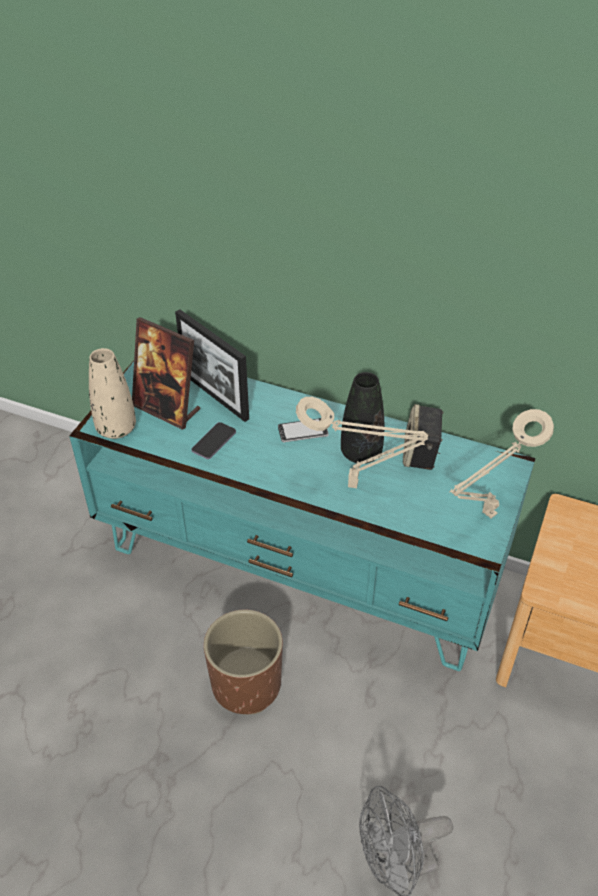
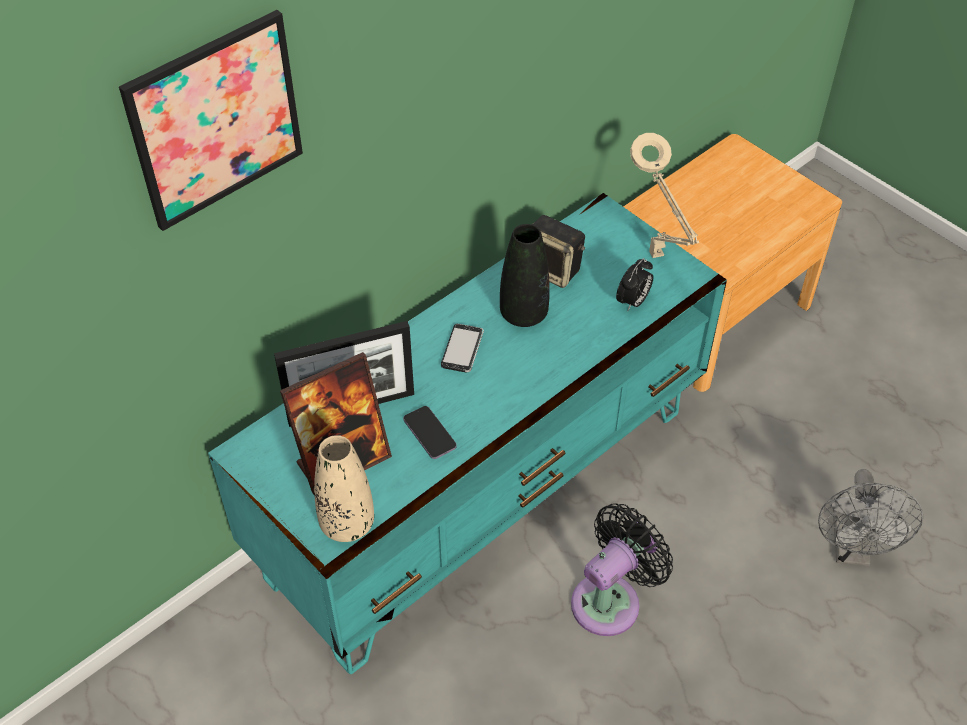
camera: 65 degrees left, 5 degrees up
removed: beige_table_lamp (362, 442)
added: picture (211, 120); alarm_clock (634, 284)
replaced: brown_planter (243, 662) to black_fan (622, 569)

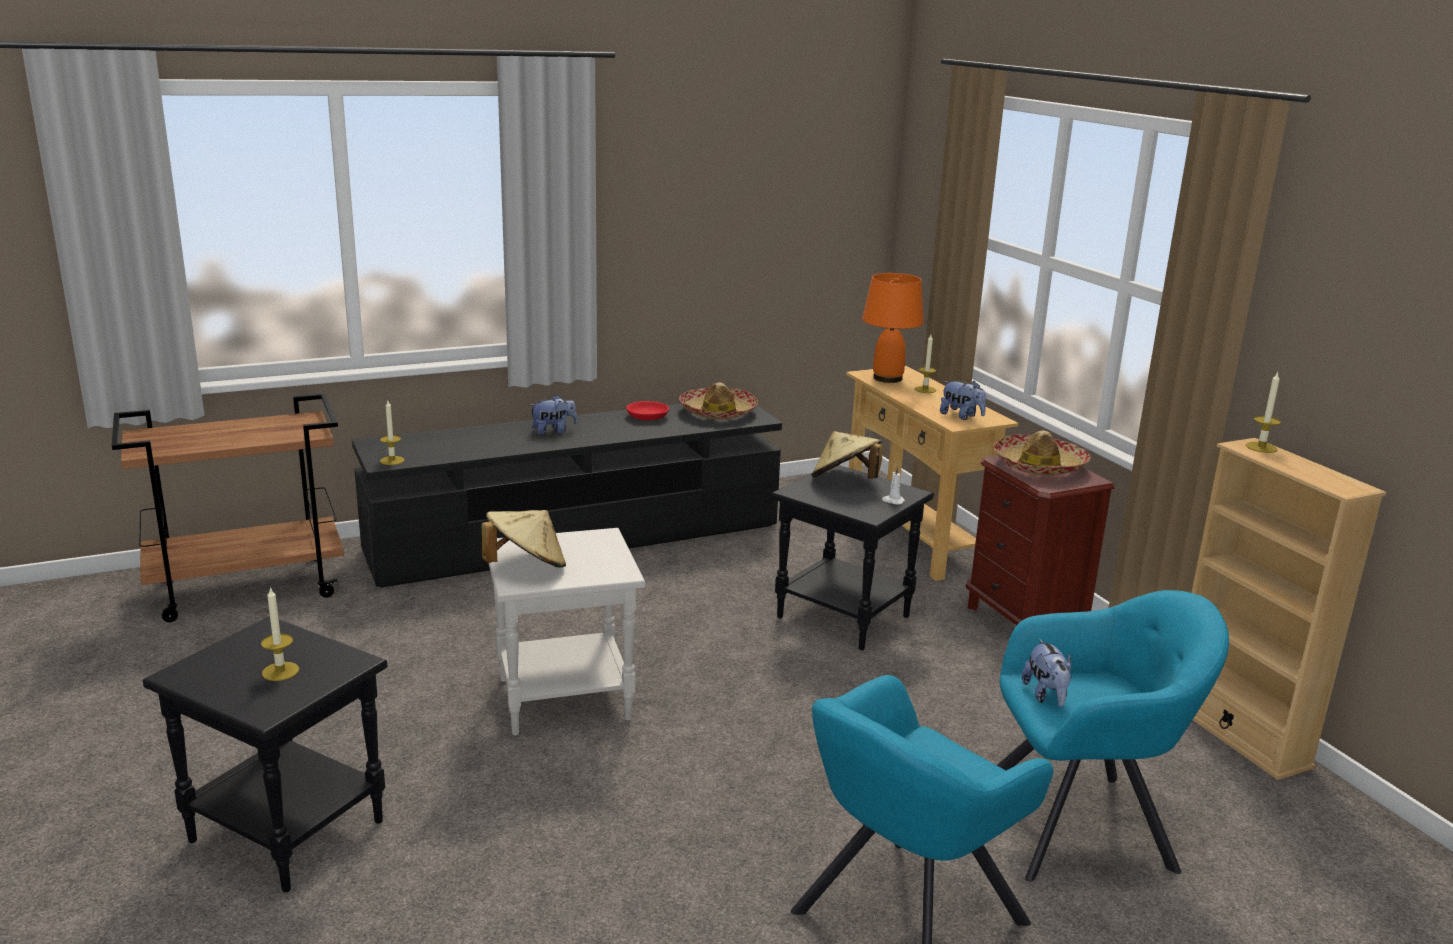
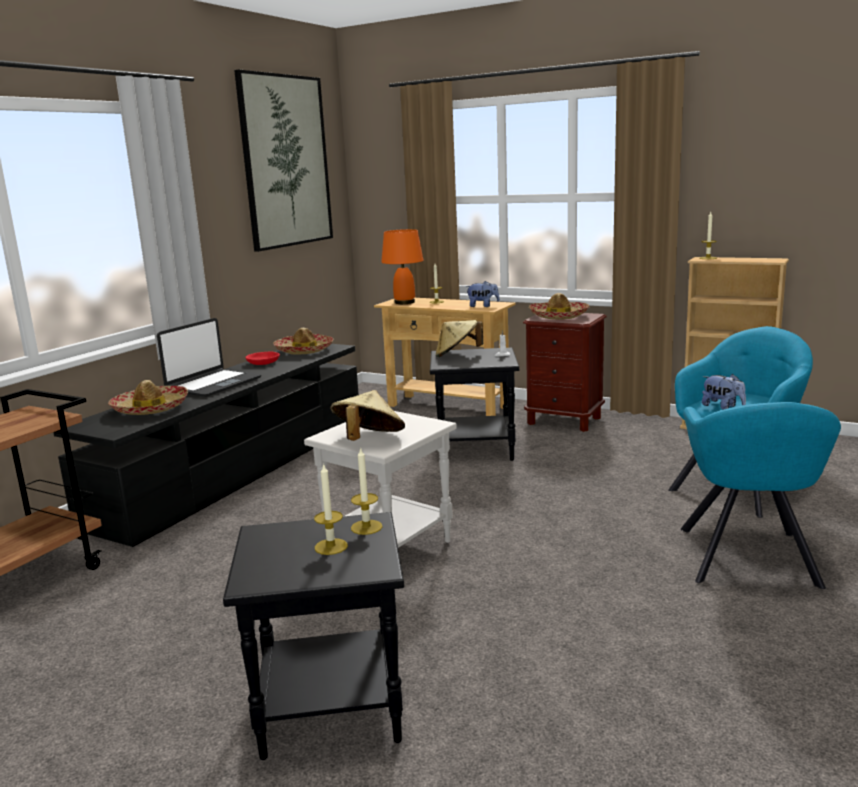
camera: 35 degrees left, 5 degrees down
added: hat (148, 397); picture (283, 160)
moved: candle (392, 433) to (367, 491)
replaced: plush_toy (553, 415) to laptop (209, 357)

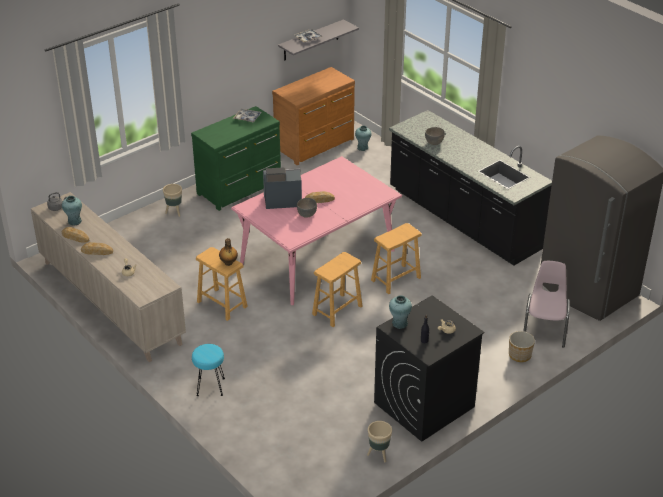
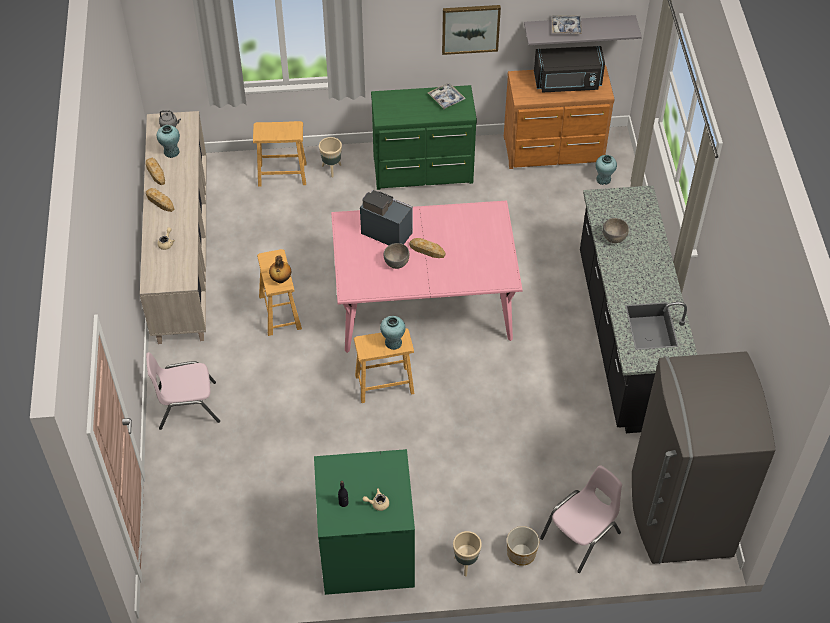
camera: 35 degrees right, 15 degrees up
added: picture (471, 30); black_microwave (569, 69)
moved: beige_planter (379, 441) to (467, 553); brown_stool (396, 258) to (279, 153); turquoise_vase (400, 312) to (392, 333)
replaced: turquoise_stool (208, 370) to pink_chair (183, 391)
recoloured: black_washing_machine (429, 368) to green_washing_machine (364, 522)

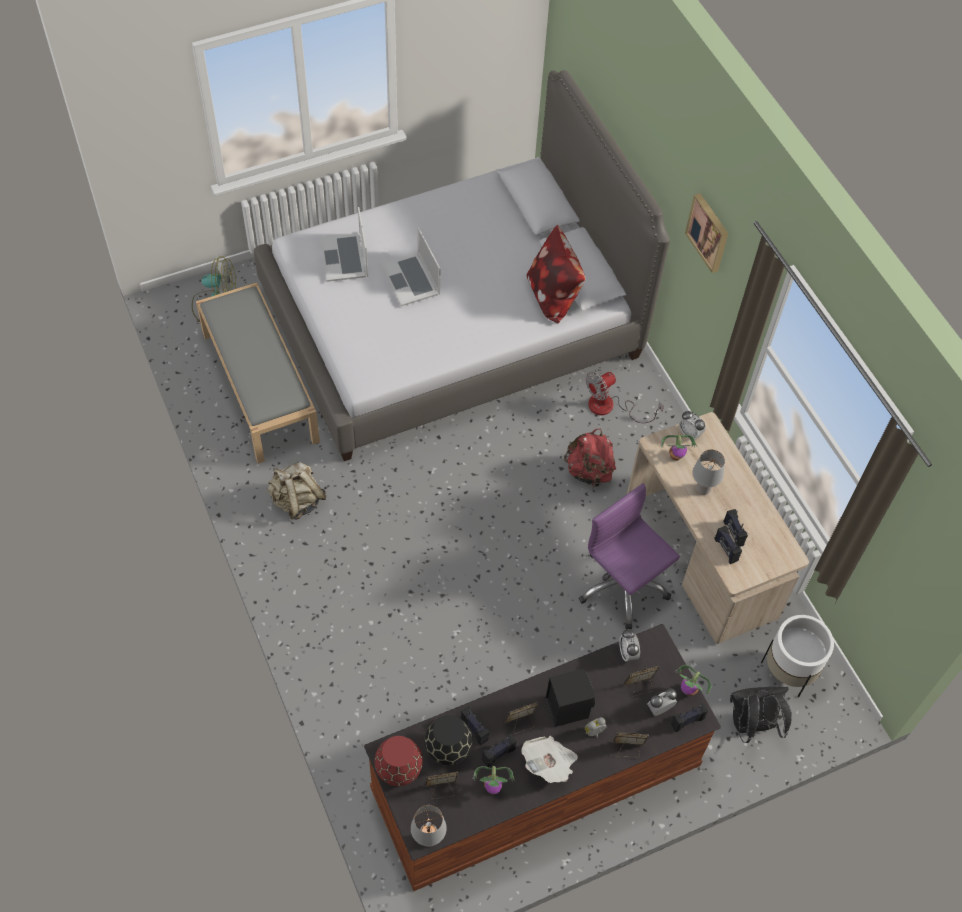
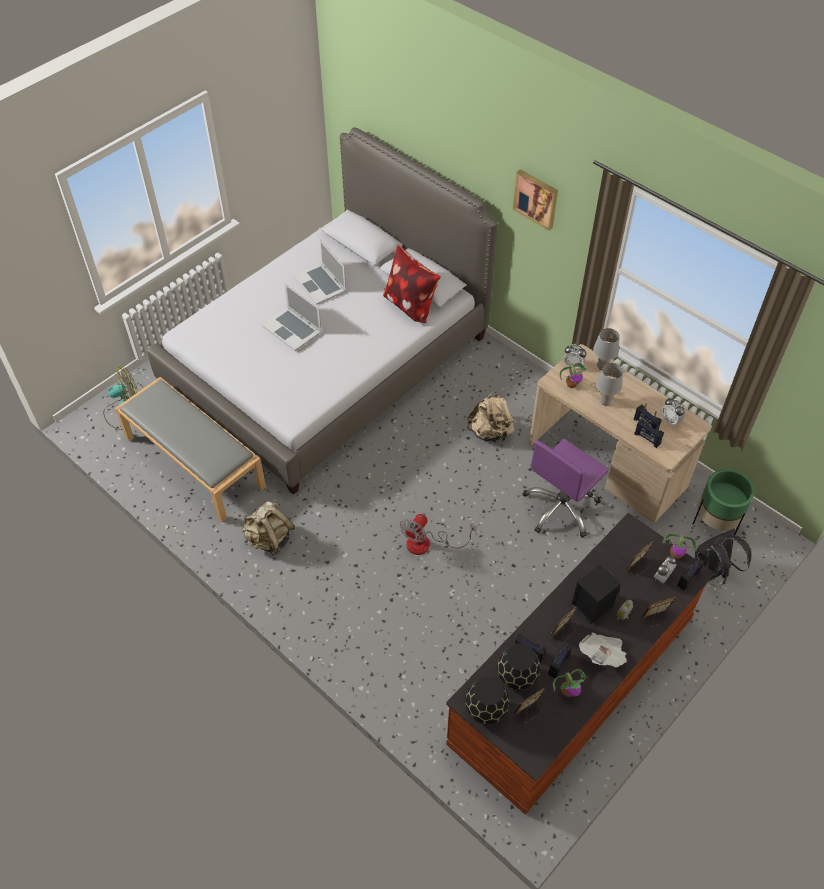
camera: 20 degrees left, 5 degrees down
moved: laptop (344, 244) to (319, 272); grey_table_lamp (429, 826) to (606, 349); fan (625, 397) to (438, 534); alarm_clock (629, 645) to (673, 412)
recoloured: red_vase (398, 761) to black_vase (487, 701); red_backpack (590, 458) to beige_backpack (491, 416); white_planter (797, 656) to green_planter (724, 502)
turned: purple_office_chair (629, 556) = (566, 488) 75 degrees counterclockwise

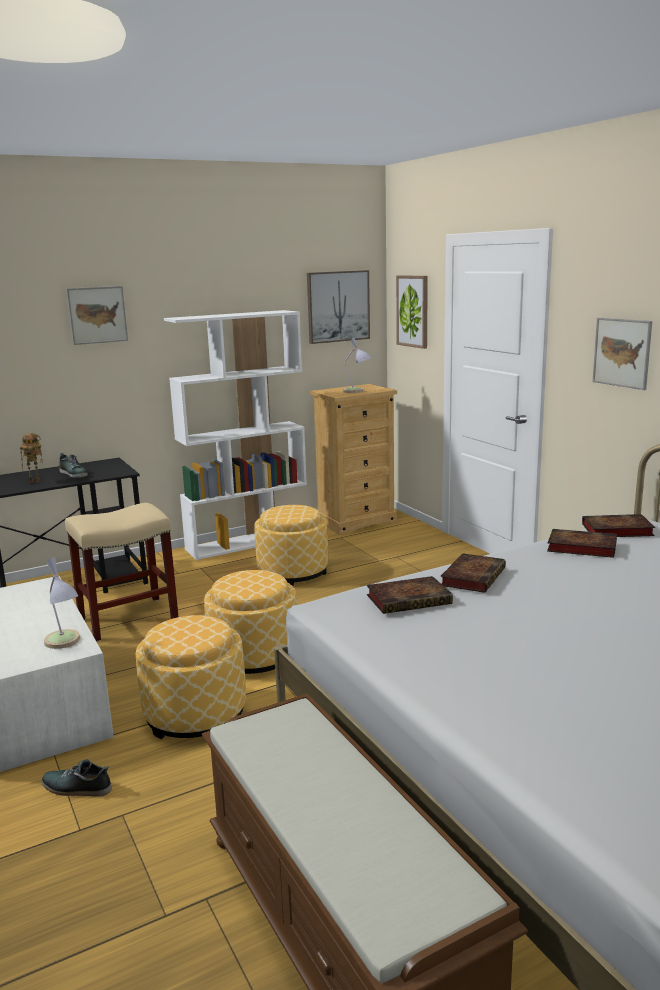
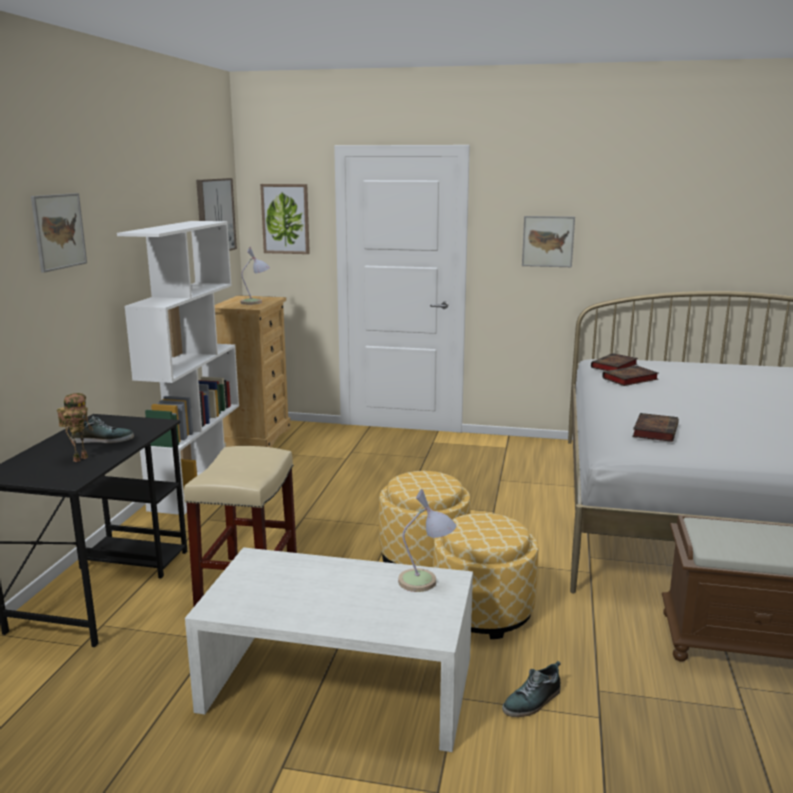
camera: 50 degrees left, 0 degrees up
removed: ottoman (291, 545); book (473, 573)

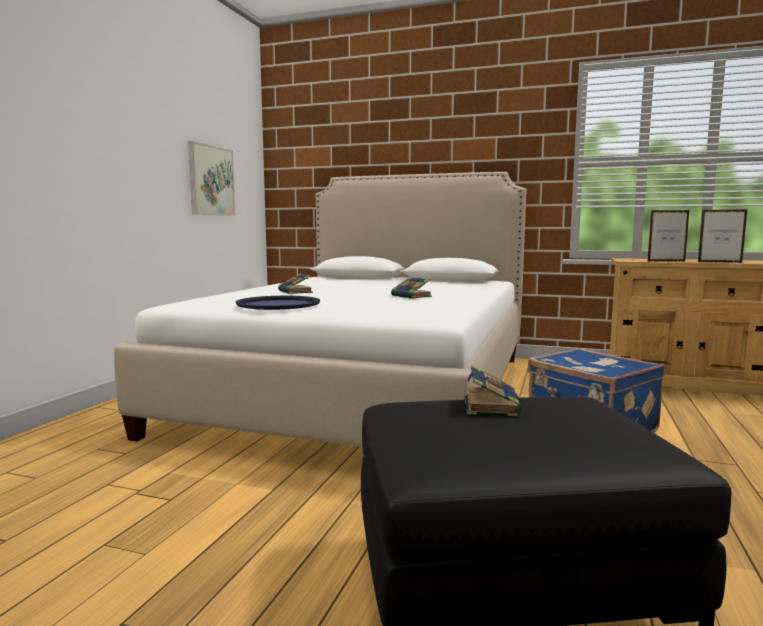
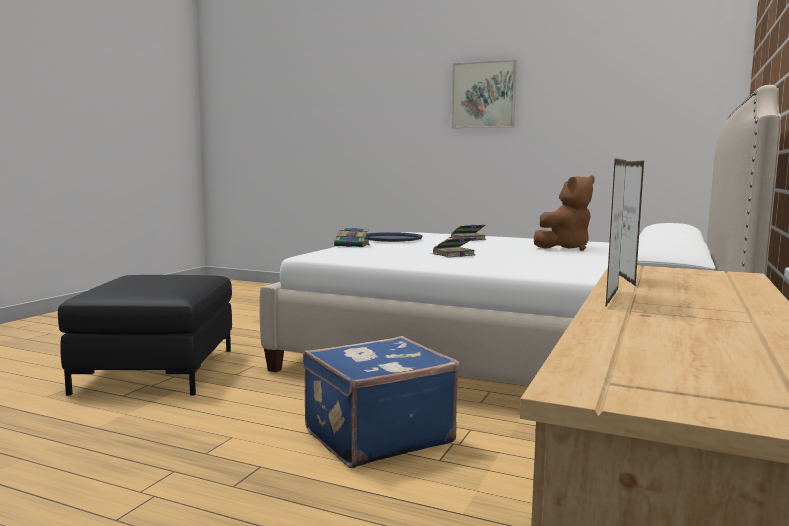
camera: 95 degrees right, 0 degrees up
added: brown_plush_toy (564, 213)
moved: picture (212, 178) to (484, 94); book (493, 390) to (351, 237)

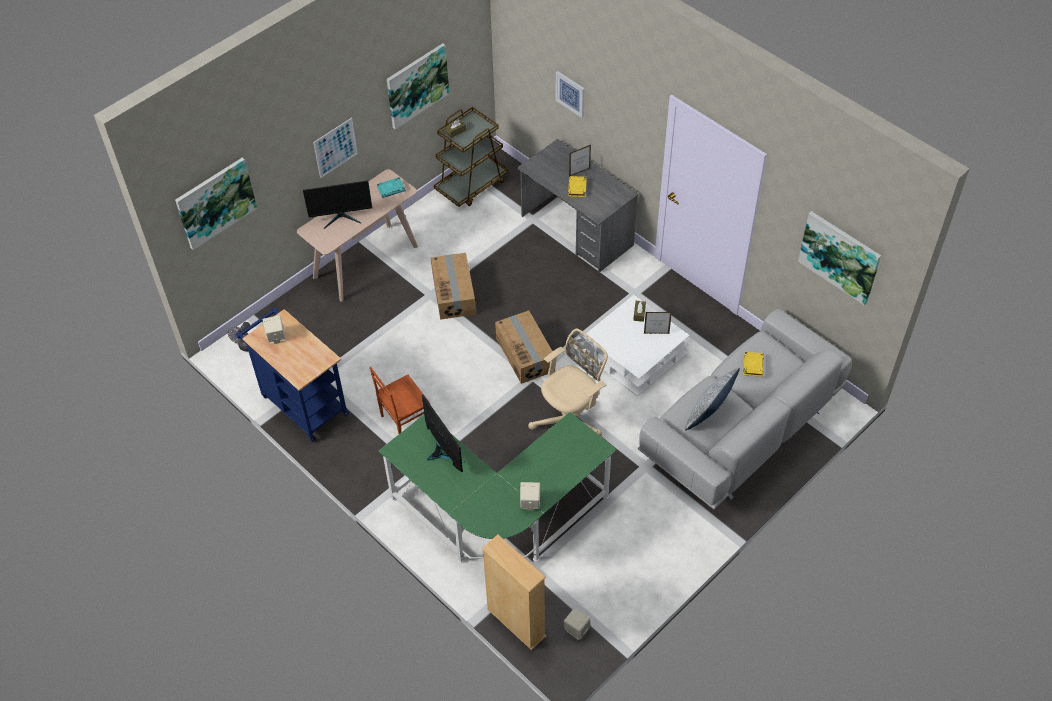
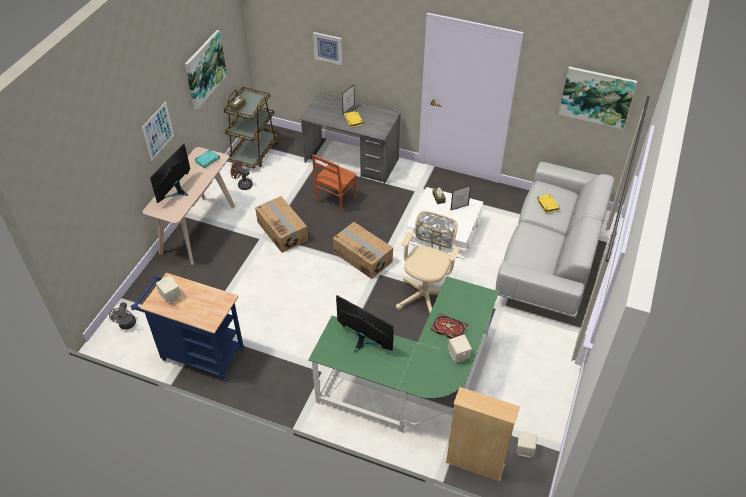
camera: 25 degrees left, 5 degrees down
removed: picture (216, 204); pillow (712, 399)
added: brown_fan (241, 175); book (449, 326)
moved: brown_chair (400, 400) to (334, 183)
turned: monitor (337, 204) = (170, 173) 150 degrees clockwise

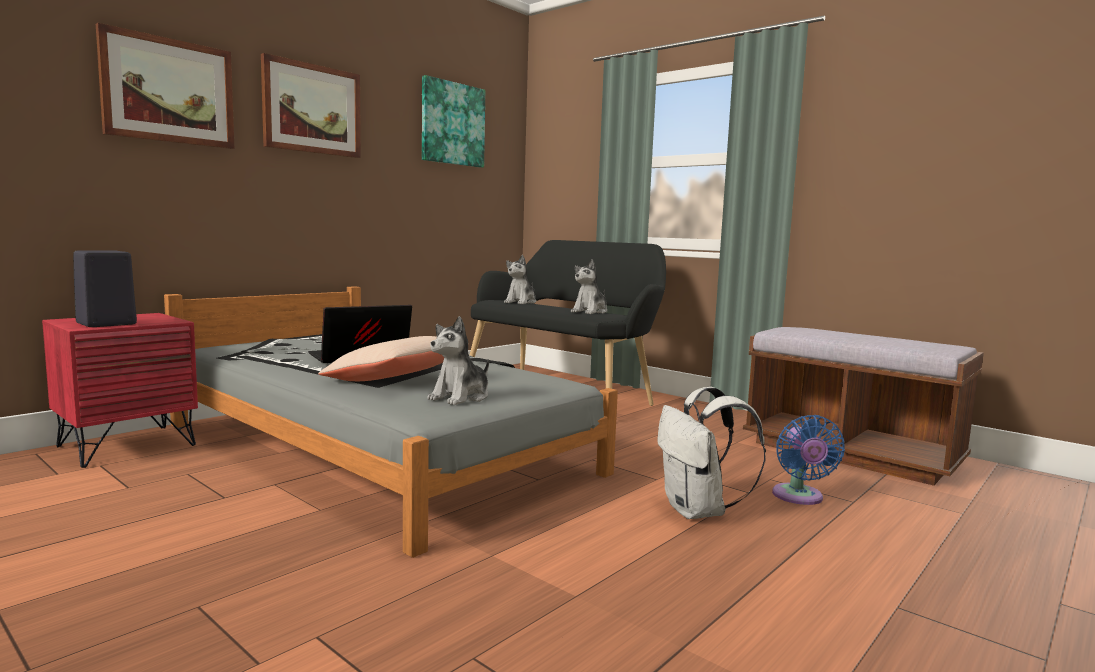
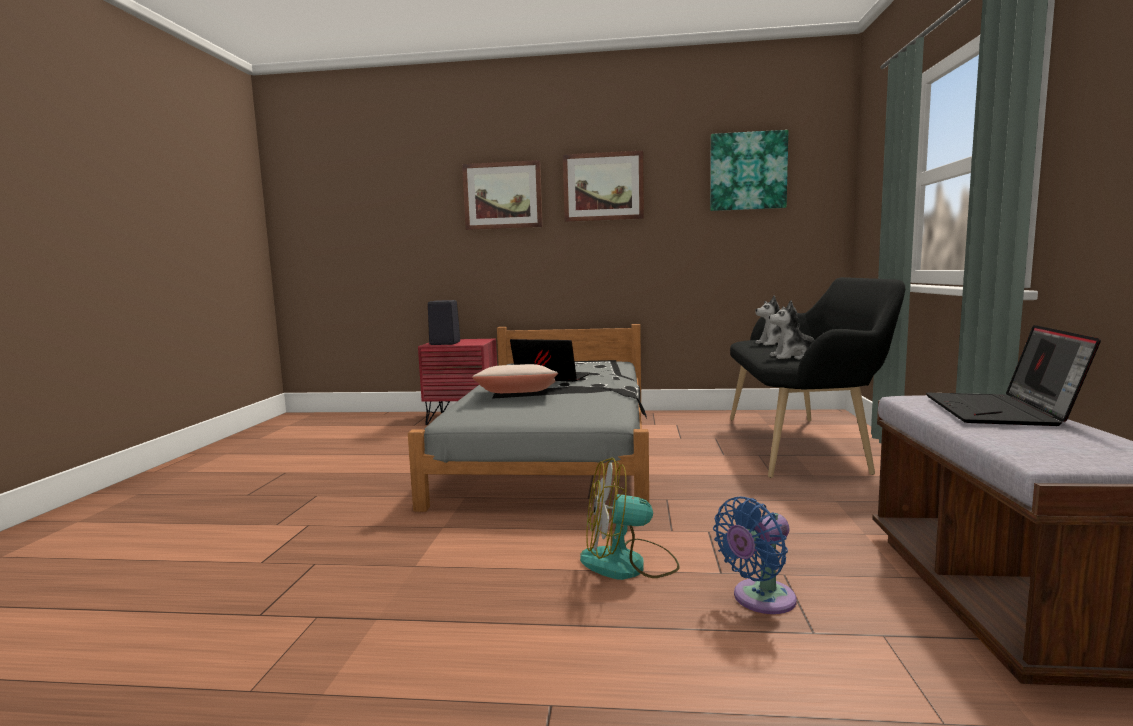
camera: 55 degrees right, 0 degrees up
removed: plush_toy (458, 360)
added: laptop (1013, 375)
replaced: white_backpack (711, 452) to fan (630, 518)

